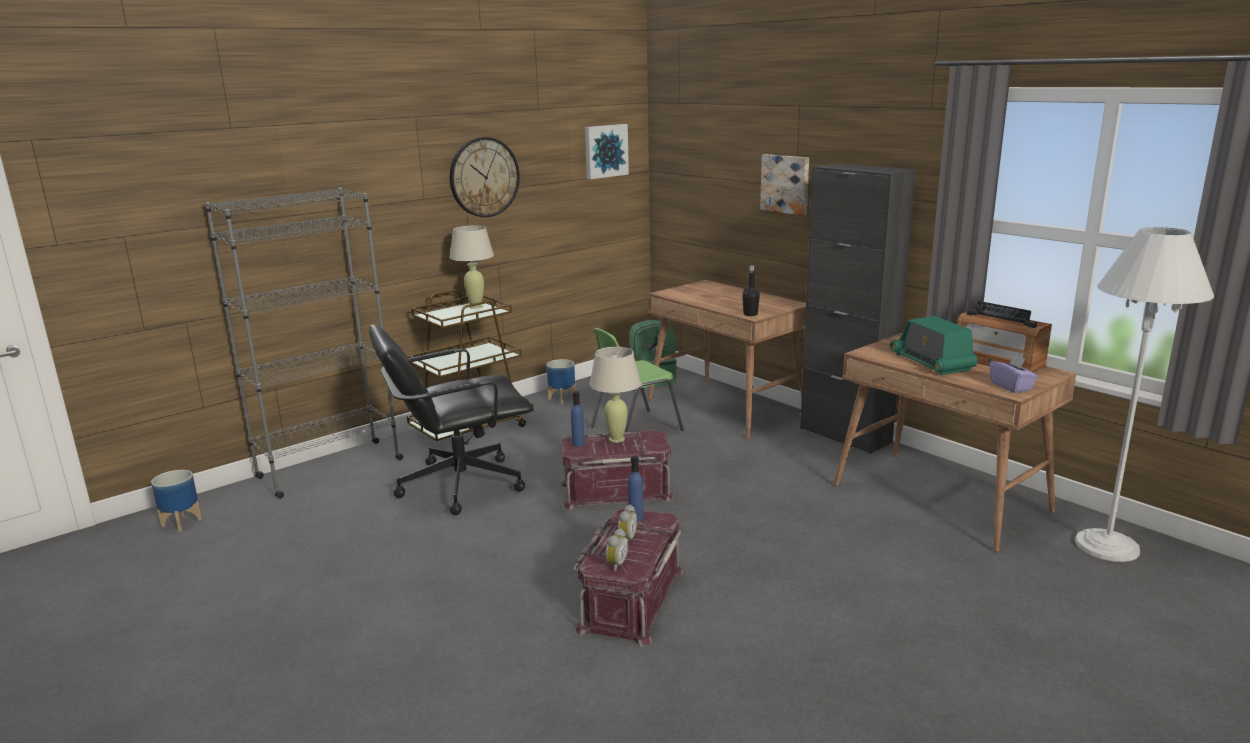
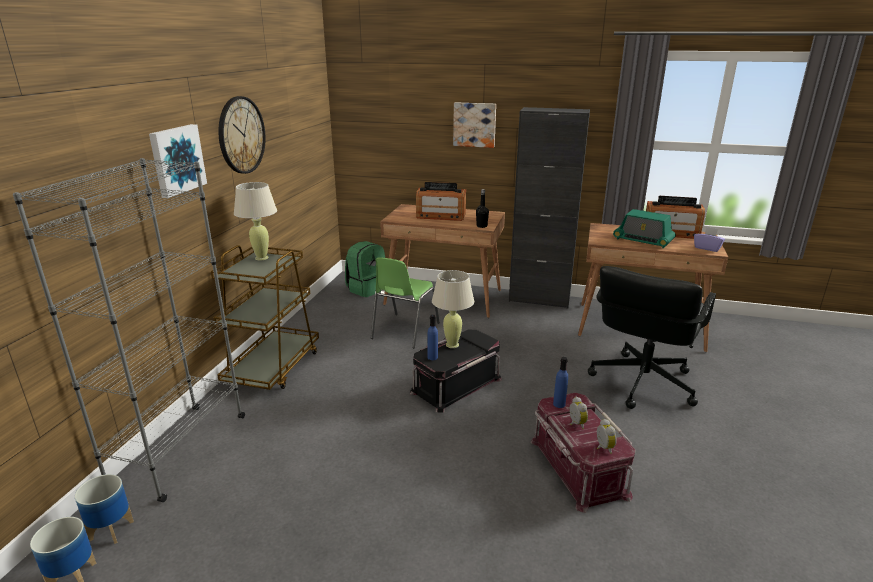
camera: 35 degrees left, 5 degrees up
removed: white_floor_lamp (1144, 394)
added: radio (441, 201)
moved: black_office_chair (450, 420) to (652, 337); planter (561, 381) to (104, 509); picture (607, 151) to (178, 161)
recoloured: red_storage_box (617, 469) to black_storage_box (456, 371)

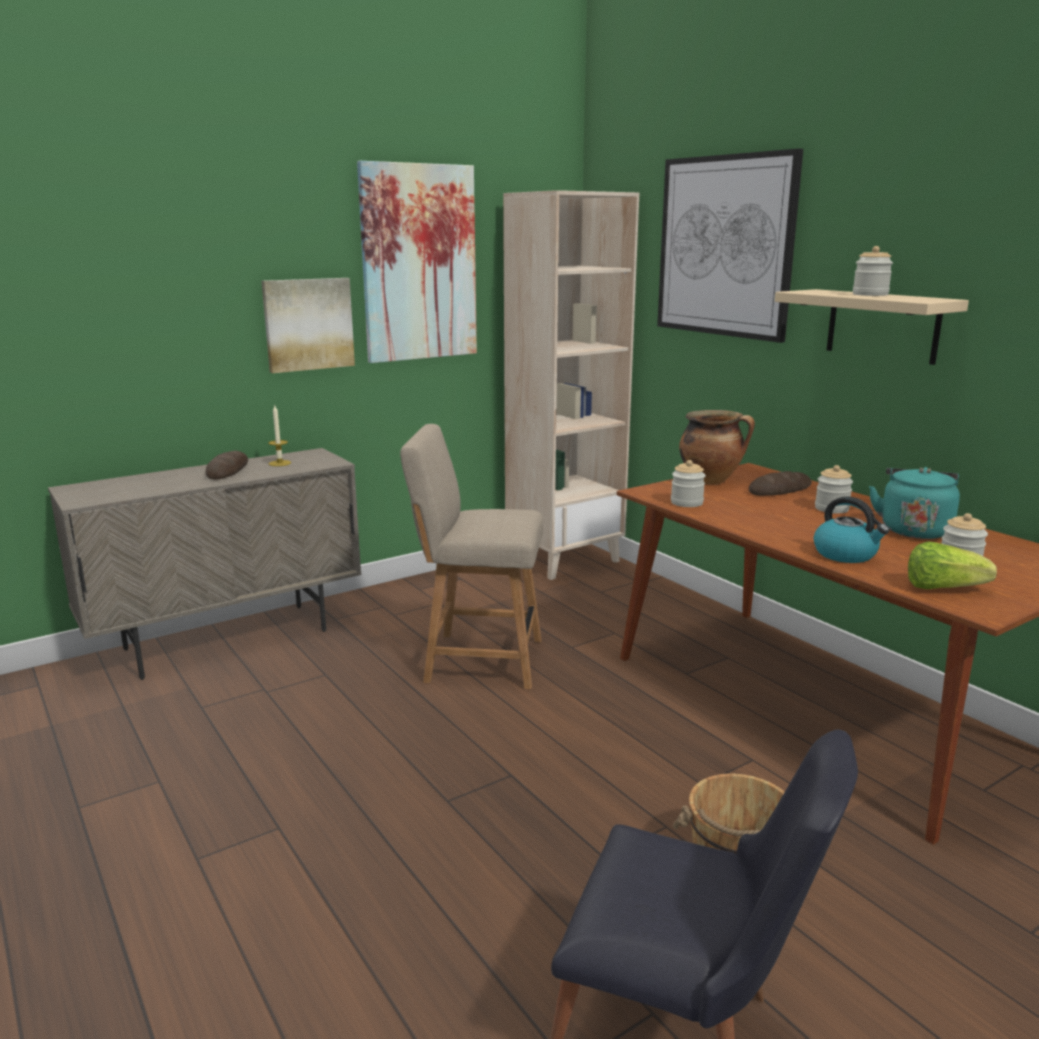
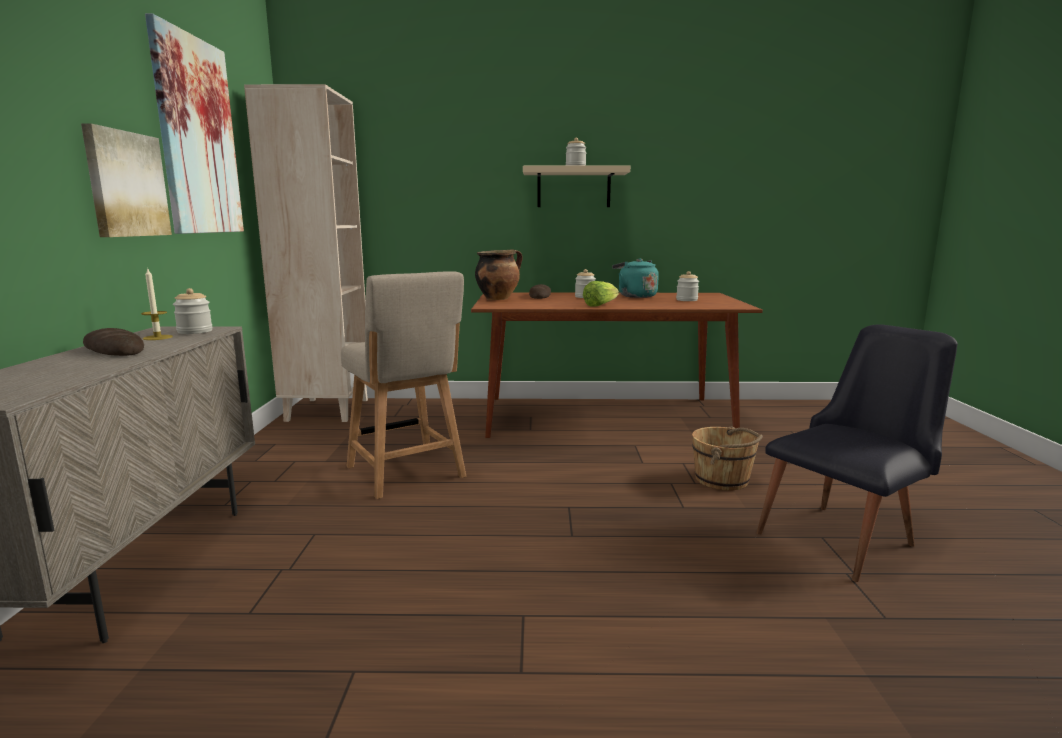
camera: 55 degrees left, 5 degrees down
removed: picture (730, 246); kettle (851, 529)
moved: jar (688, 483) to (192, 311); lettuce (952, 565) to (601, 294)
turned: beige_chair (471, 556) = (403, 385) 75 degrees counterclockwise

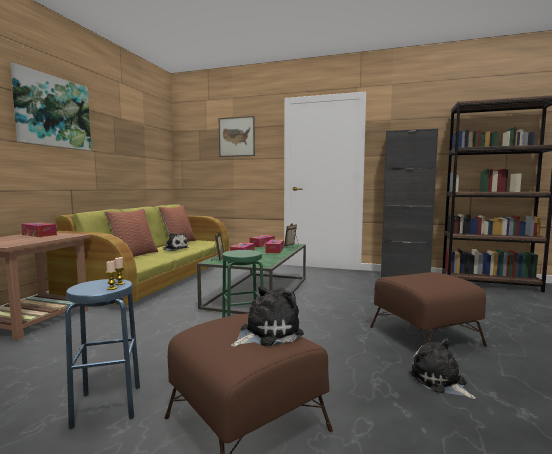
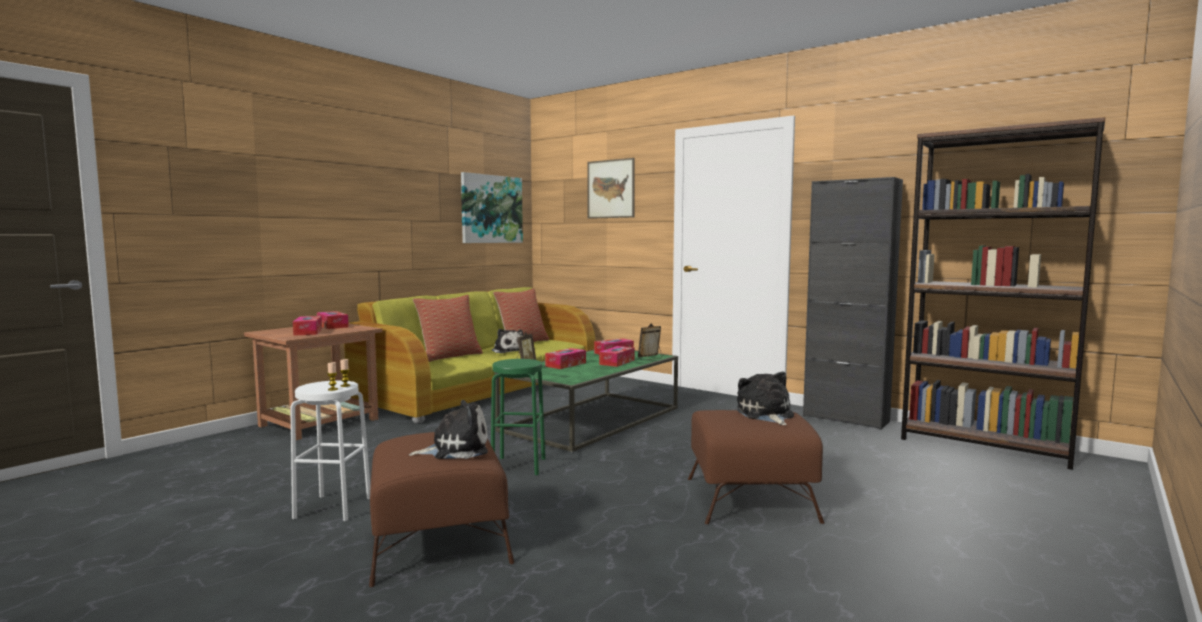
camera: 20 degrees right, 0 degrees up
added: tissue_box (307, 326)
moved: picture (50, 107) to (492, 207); plush_toy (443, 368) to (765, 398)
recoloured: blue_stool (102, 354) to white_stool (330, 450)

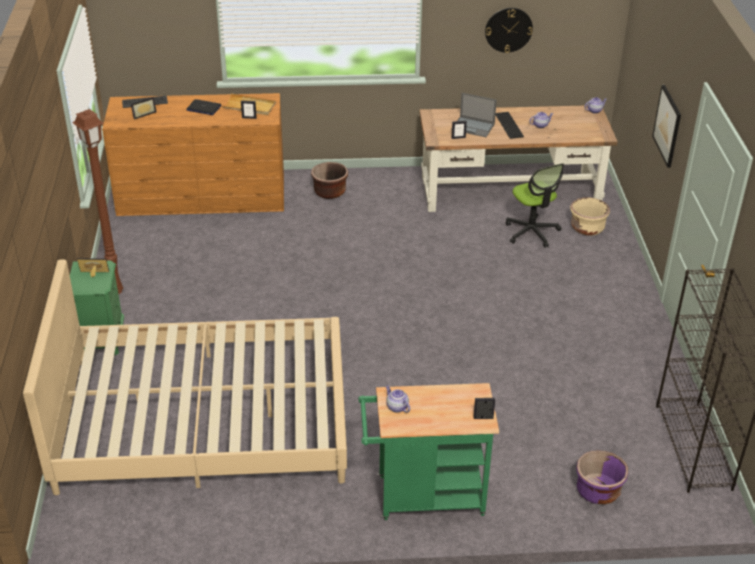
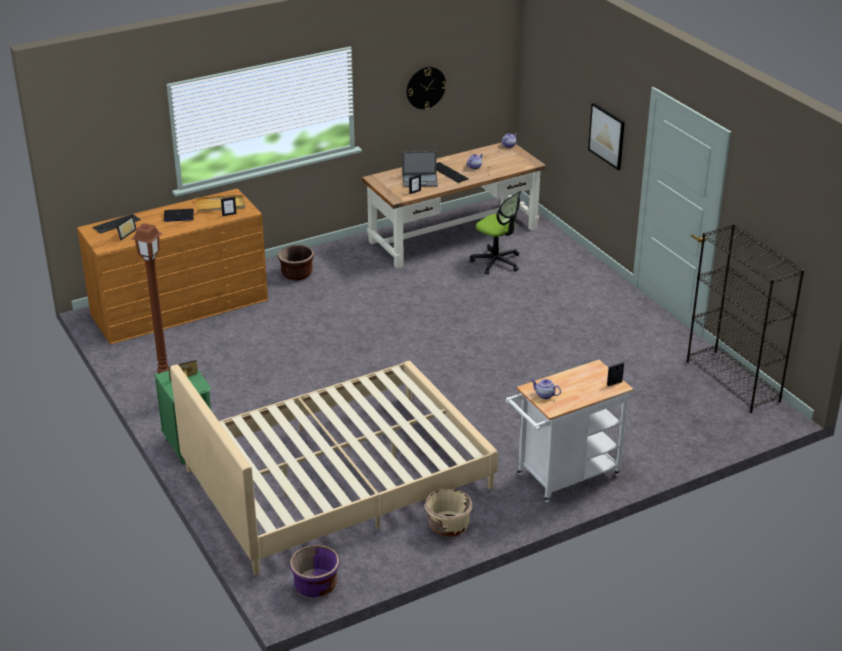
camera: 25 degrees left, 5 degrees down
moved: beige_planter (590, 216) to (448, 512); purple_planter (602, 477) to (314, 571)
recoloured: green_cart (428, 451) to white_cart (569, 431)

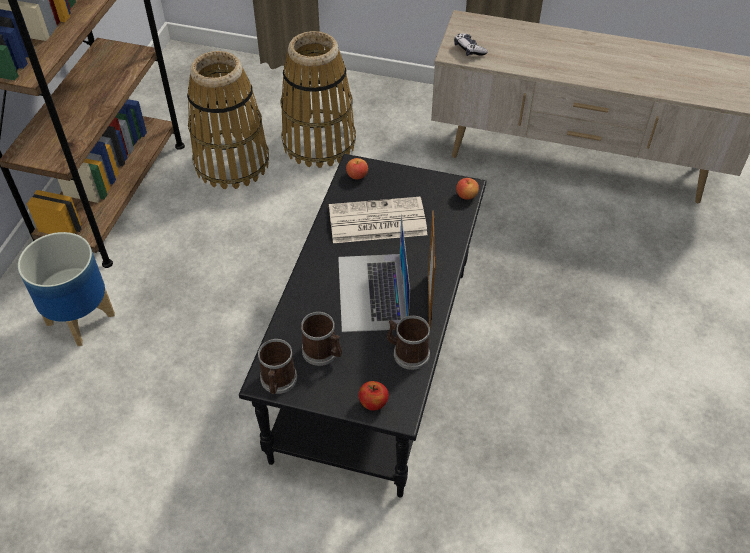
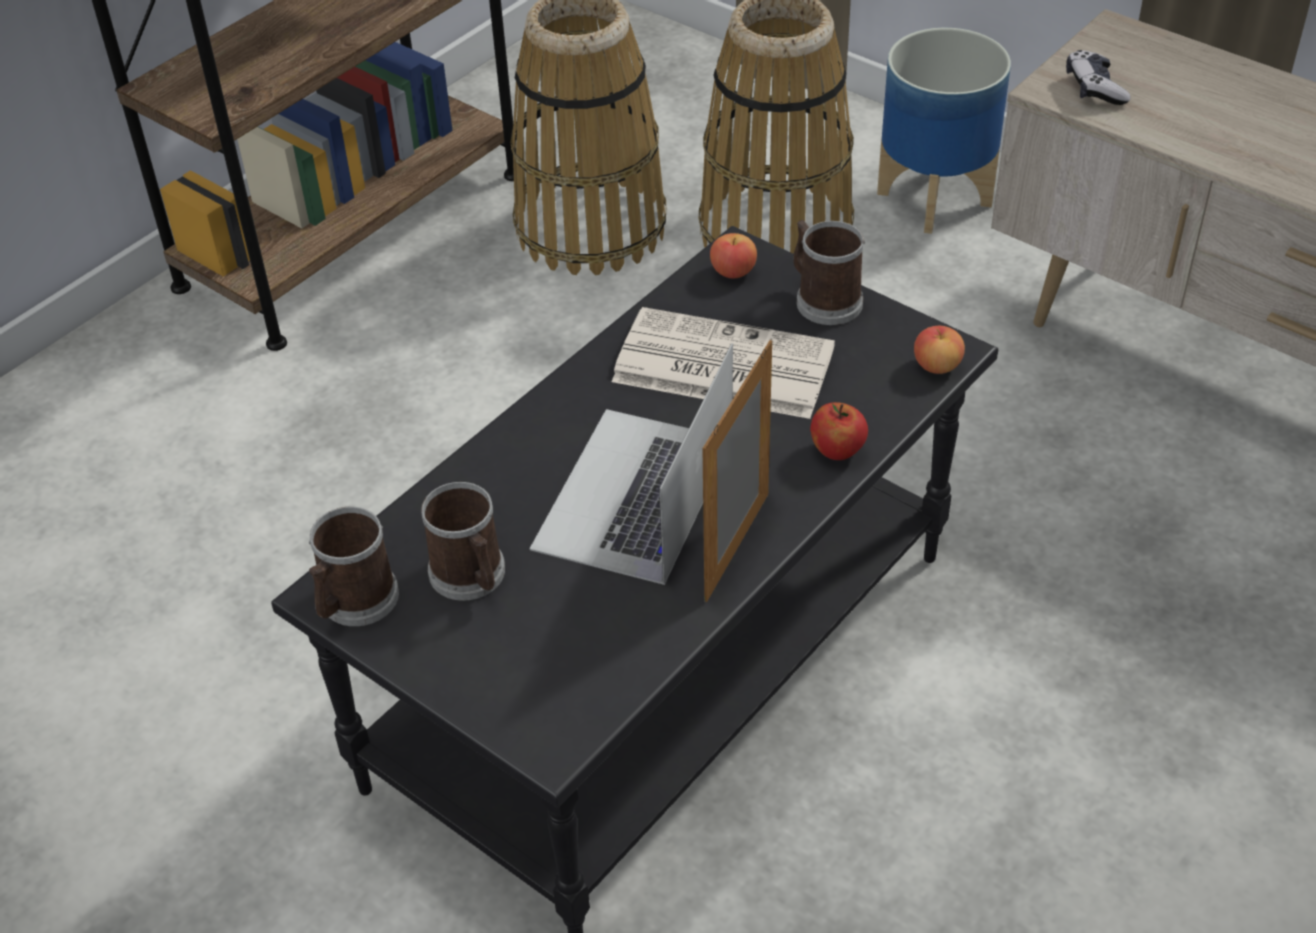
camera: 25 degrees right, 5 degrees down
moved: planter (66, 289) to (944, 131); apple (374, 396) to (839, 431); mug (408, 342) to (829, 272)

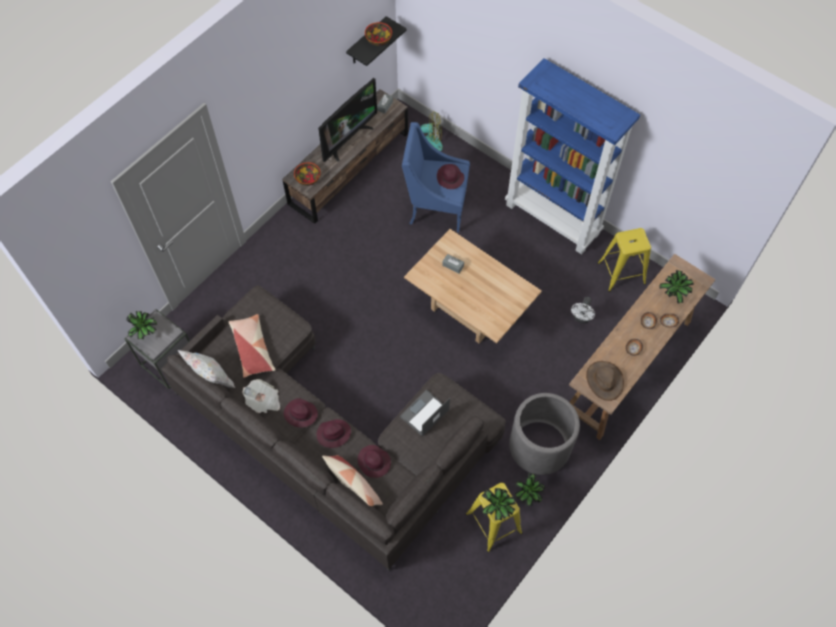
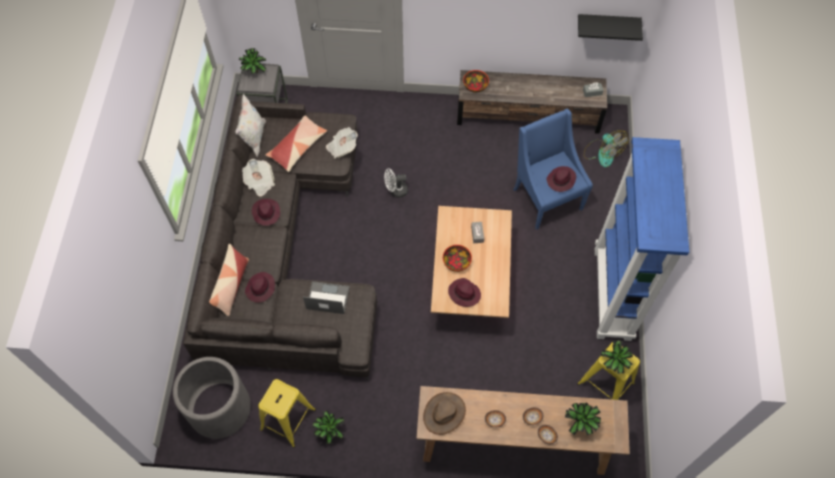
camera: 55 degrees right, 0 degrees up
removed: television (347, 120)
added: newspaper (342, 143)
moved: purple_hat (334, 433) to (464, 292); bowl (378, 34) to (457, 258); potted_plant (499, 504) to (616, 357); grey_planter (544, 434) to (212, 398); white_fan (583, 310) to (396, 183)

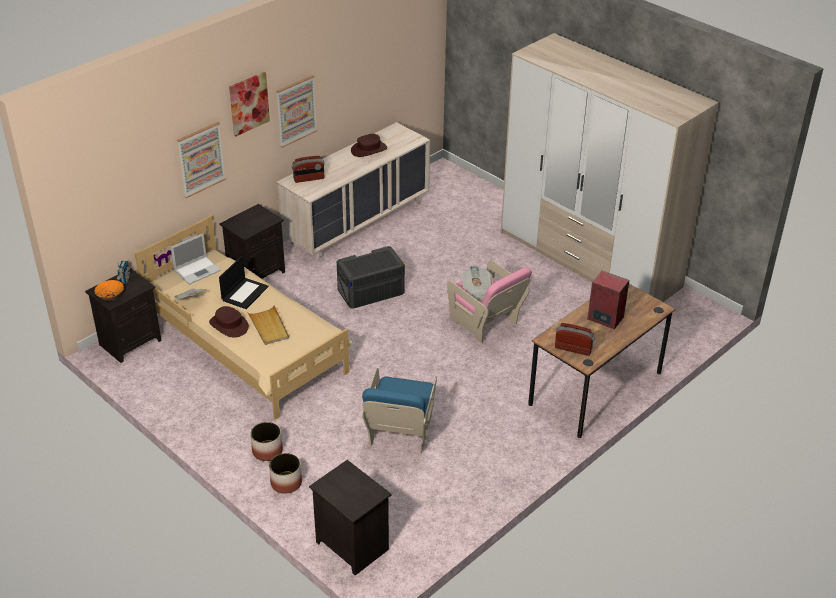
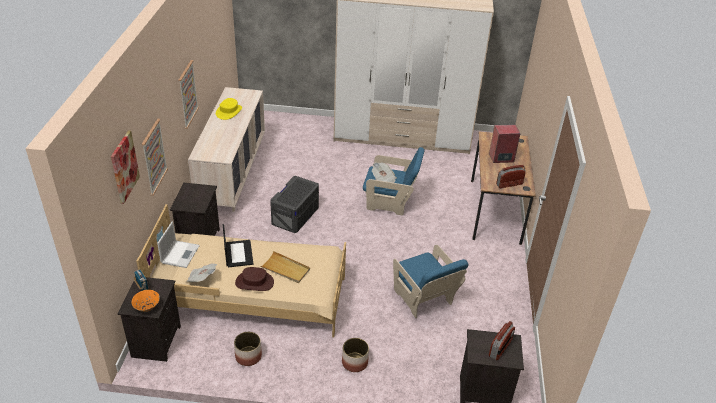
camera: 40 degrees left, 0 degrees up
moved: picture (249, 104) to (125, 167); planter (285, 473) to (248, 349); radio (308, 169) to (502, 341)
recoloured: brown_hat (369, 145) to yellow_hat (229, 109); pink_armchair (489, 301) to blue_armchair (394, 181)

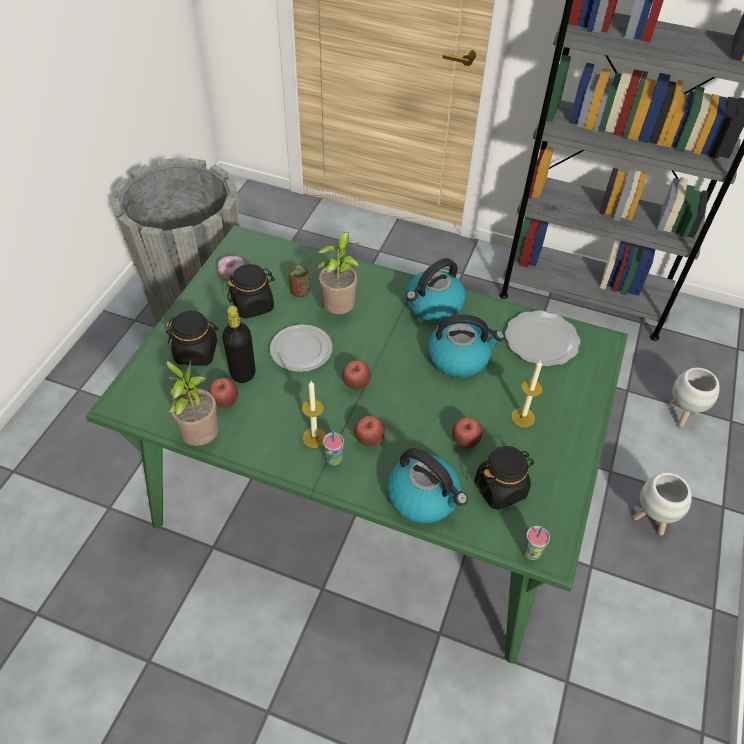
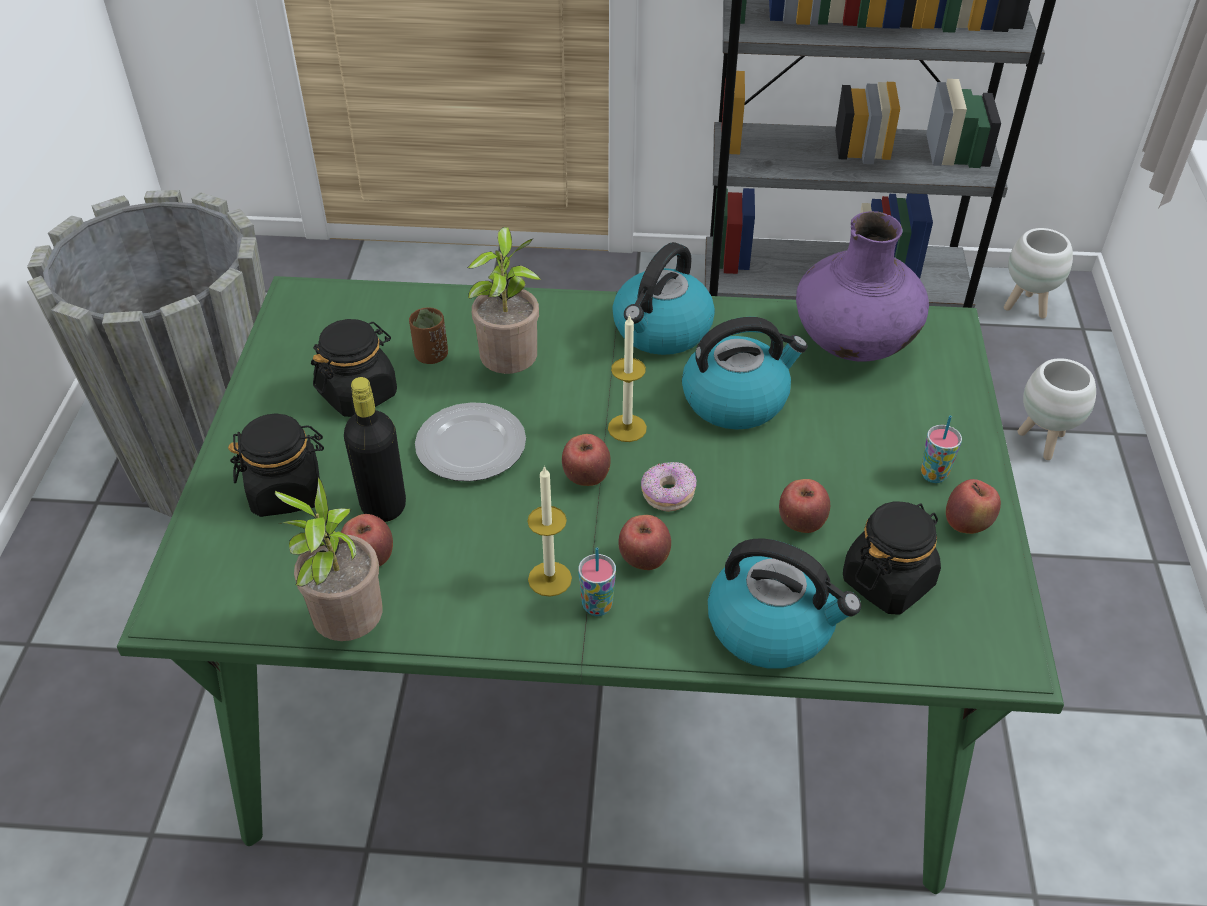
camera: 15 degrees left, 5 degrees down
added: apple (973, 506)
moved: donut (231, 267) to (668, 487); candle (527, 393) to (627, 378); cup (536, 543) to (941, 449); white_planter (662, 504) to (1038, 273)
replaced: plate (543, 338) to purple_vase (862, 286)

